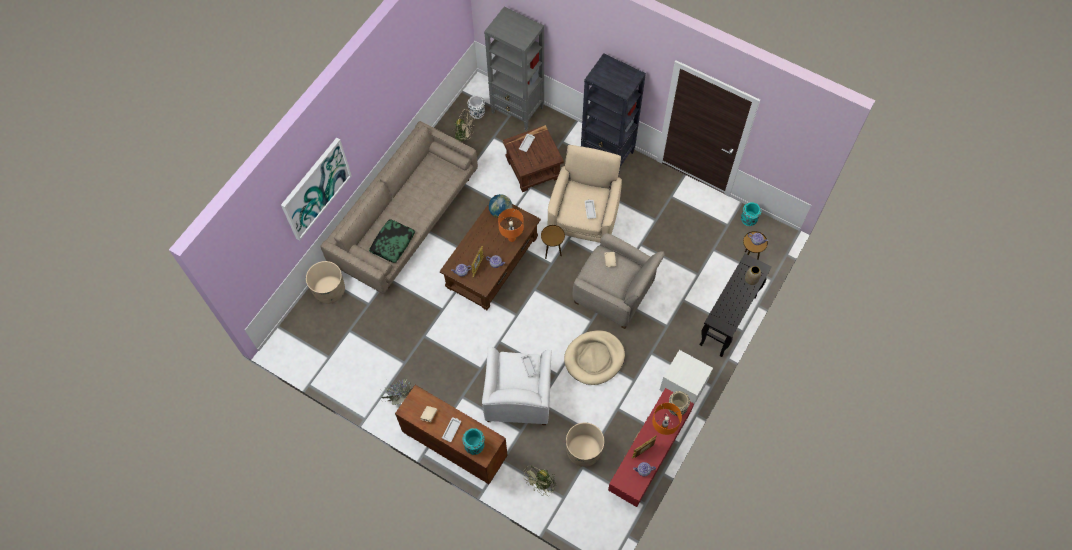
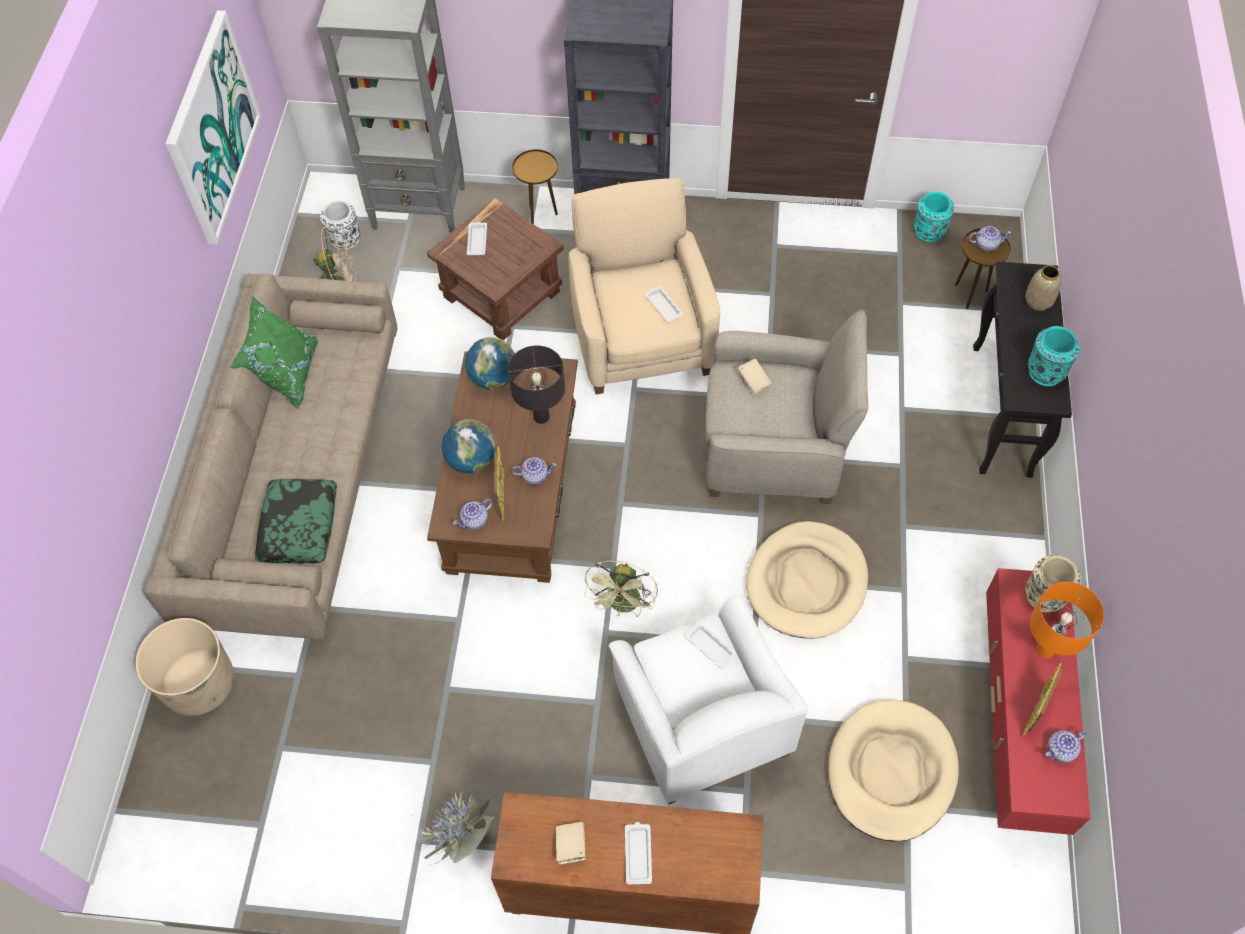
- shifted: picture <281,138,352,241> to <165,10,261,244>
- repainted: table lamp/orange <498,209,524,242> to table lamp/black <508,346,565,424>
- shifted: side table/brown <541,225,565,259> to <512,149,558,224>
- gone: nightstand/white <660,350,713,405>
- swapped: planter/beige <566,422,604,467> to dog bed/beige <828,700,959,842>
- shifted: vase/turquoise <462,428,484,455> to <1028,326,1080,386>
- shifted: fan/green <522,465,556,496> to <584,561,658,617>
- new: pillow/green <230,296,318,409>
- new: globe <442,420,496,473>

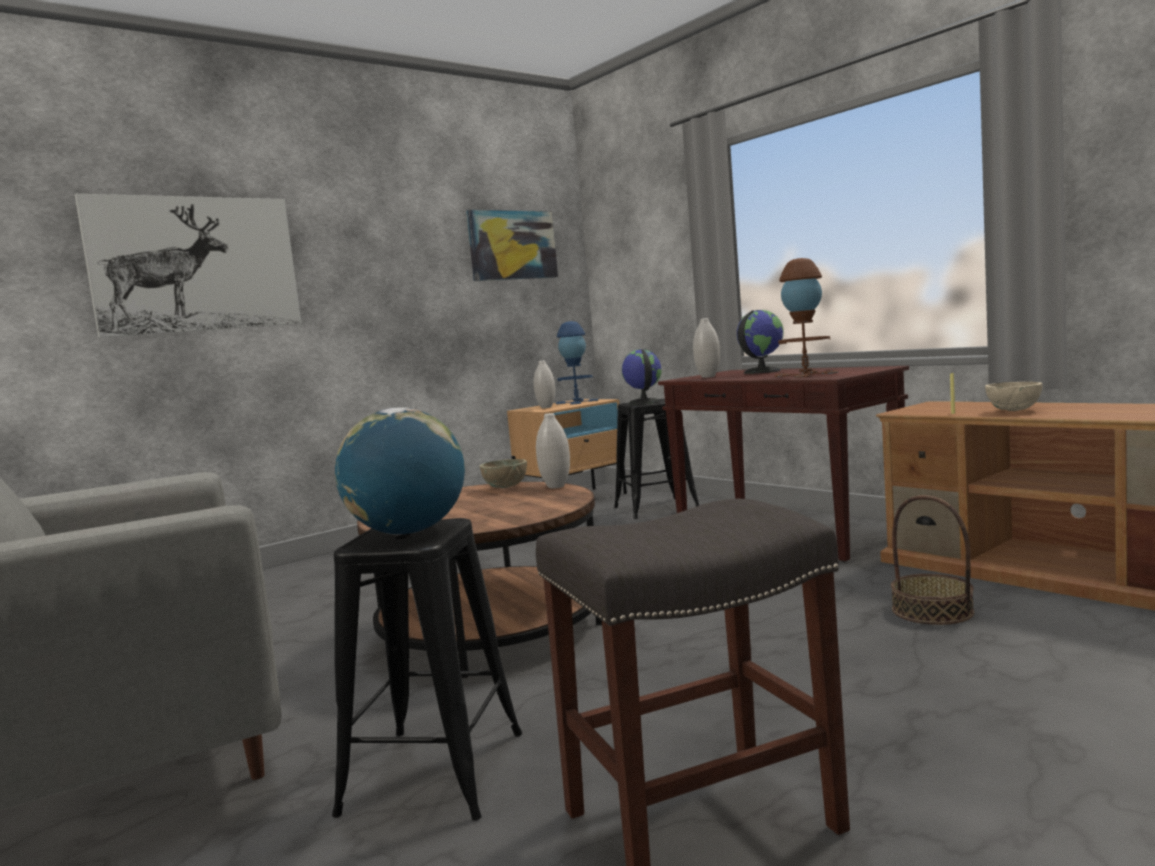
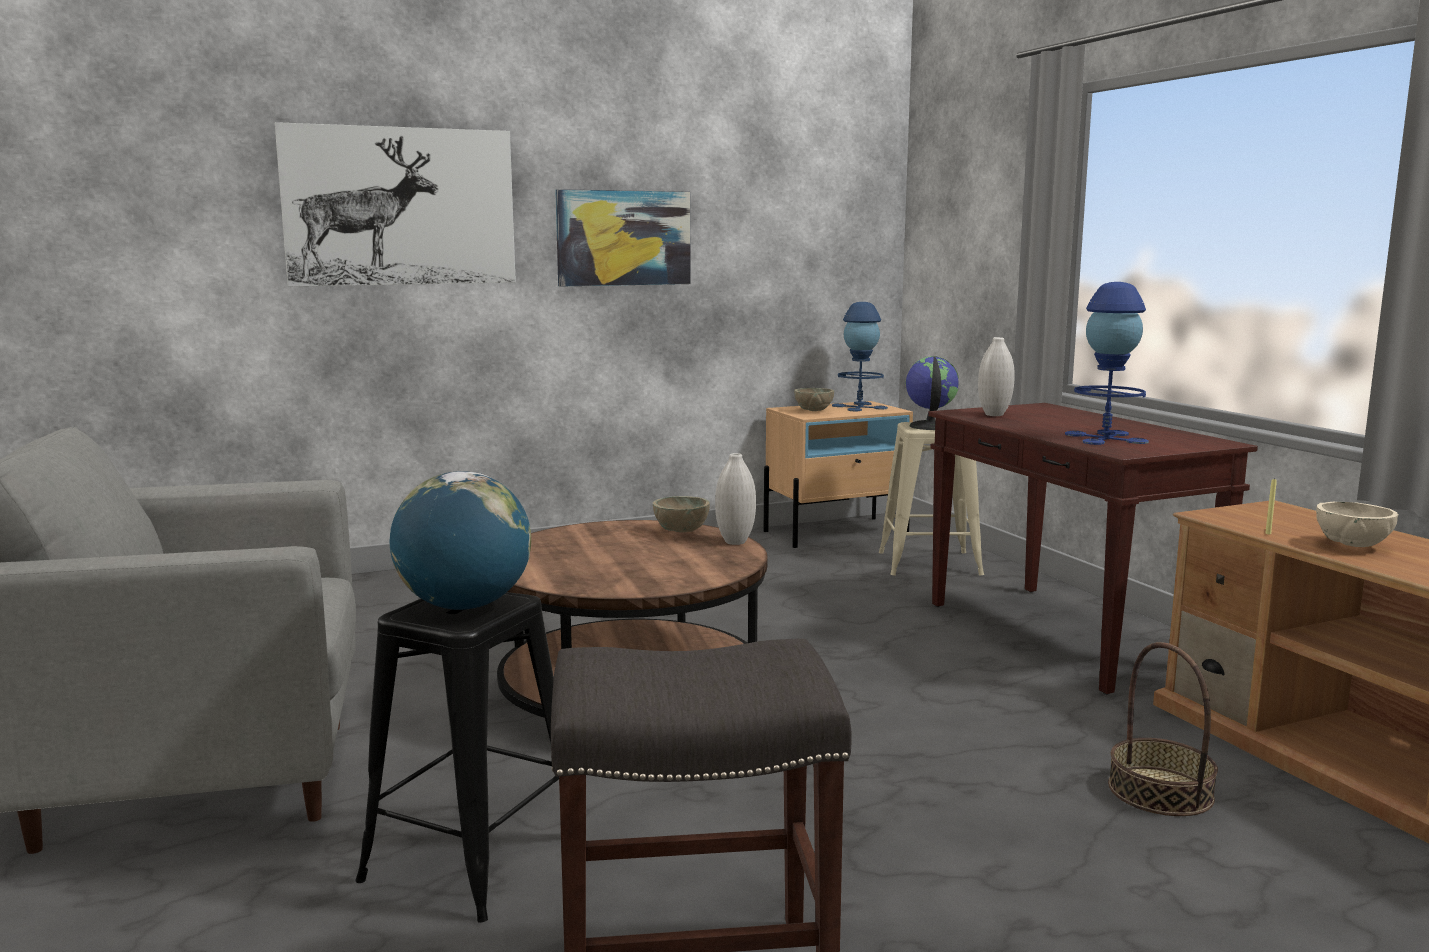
- shifted: picture <466,210,558,281> to <555,189,691,287>
- repainted: table lamp/brown <774,258,838,378> to table lamp/blue <1065,282,1149,445>
- gone: globe <737,310,784,374>
- swapped: vase/white <533,361,555,408> to bowl/beige <794,388,834,411>
- repainted: stool/black <614,399,699,519> to stool/beige <879,422,984,576>

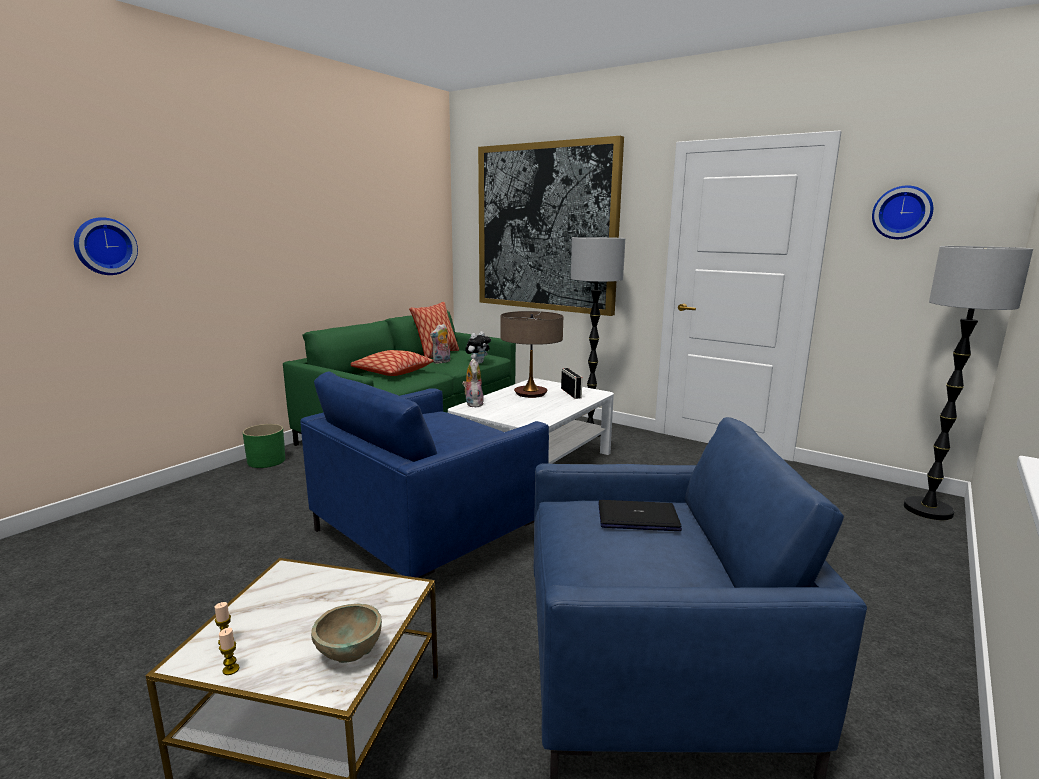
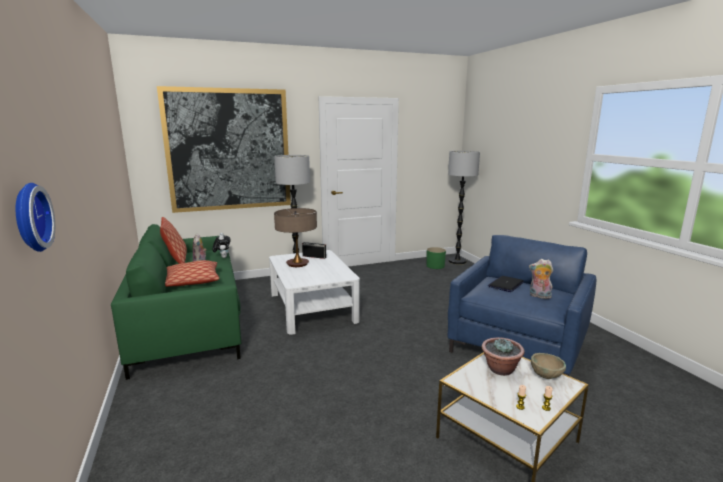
- gone: wall clock <872,185,933,239>
- shifted: plush toy <462,358,484,407> to <529,259,553,299>
- gone: armchair/blue <300,371,549,578>
- shifted: planter/green <243,424,285,468> to <426,247,446,269>
- new: potted plant <482,338,525,376>

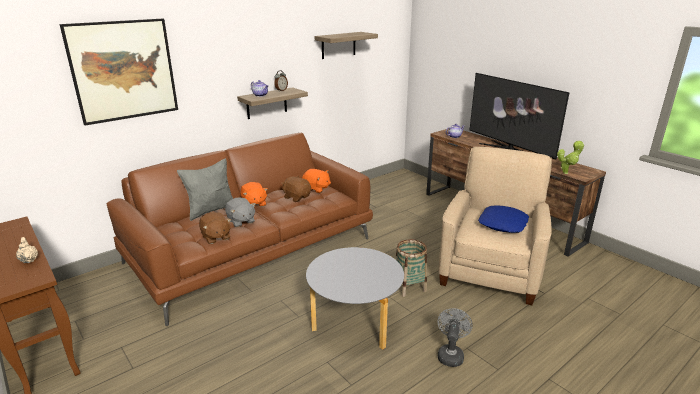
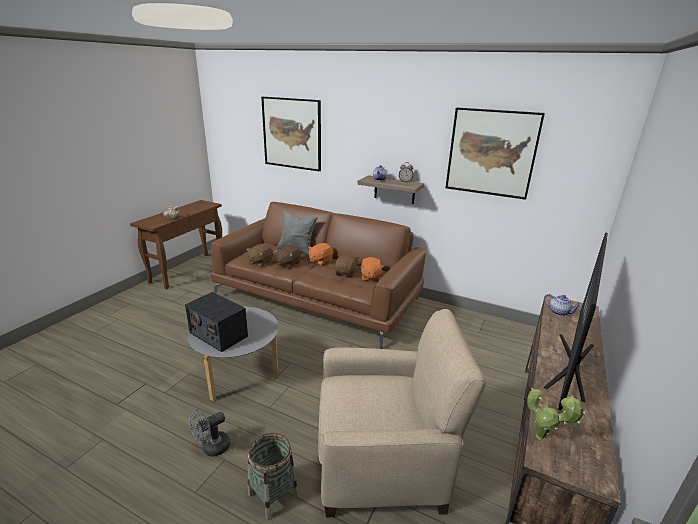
- swapped: shelf <315,32,378,59> to picture <445,108,545,200>
- repainted: plush toy/grey <225,198,256,227> to plush toy/brown <275,245,301,269>
- gone: pillow/blue <478,205,529,233>
- shifted: basket <395,239,427,297> to <248,433,298,520>
- rotated: fan/grey <438,308,473,367> = <189,409,230,456> 150 degrees clockwise
- new: radio <185,292,248,352>

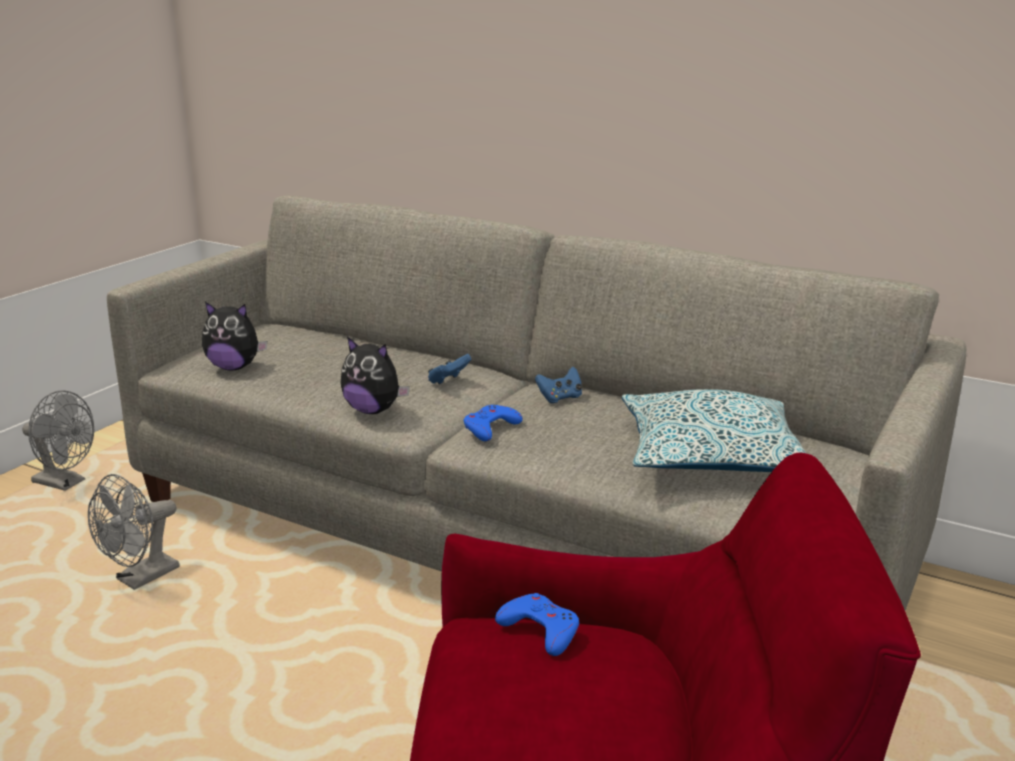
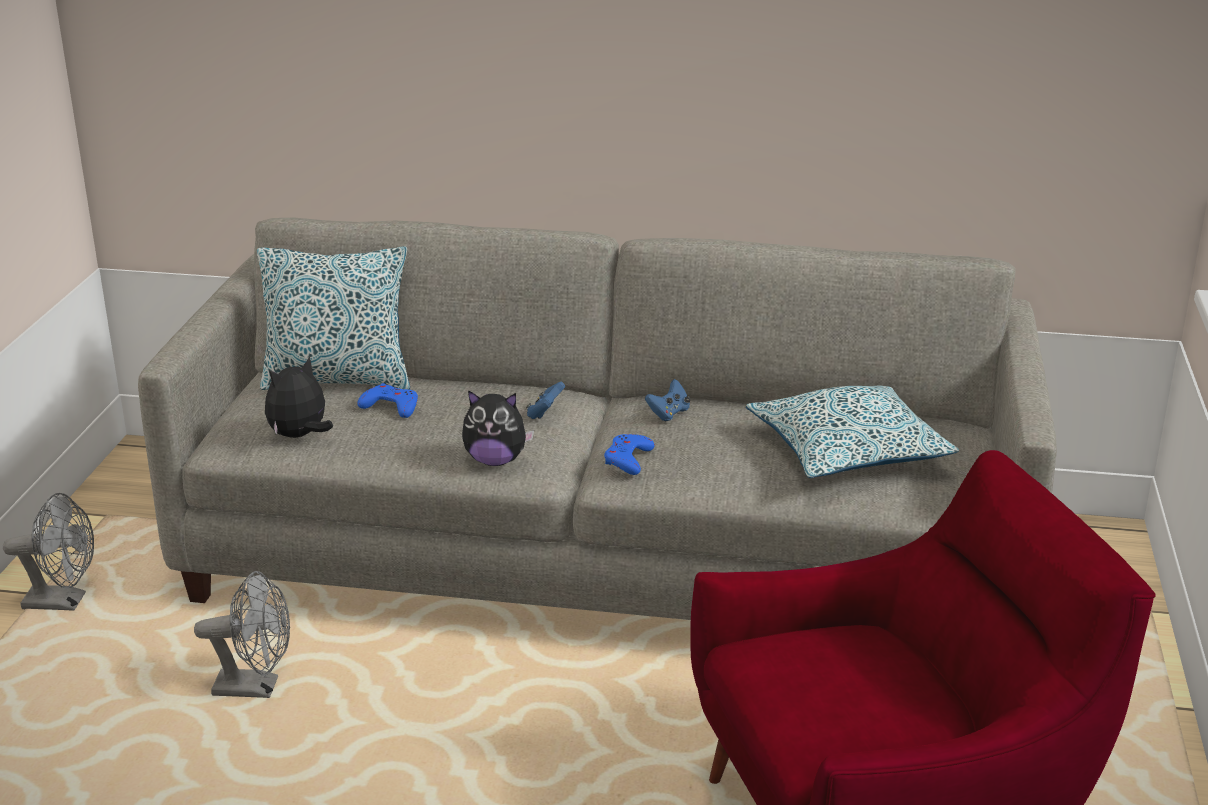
- rotated: plush toy <202,302,267,370> = <265,356,333,438> 150 degrees clockwise
- rotated: fan/grey <88,474,180,590> = <194,571,290,698> 105 degrees counterclockwise
- shifted: game controller/blue <495,593,579,656> to <357,383,418,418>
- new: pillow <257,246,410,390>

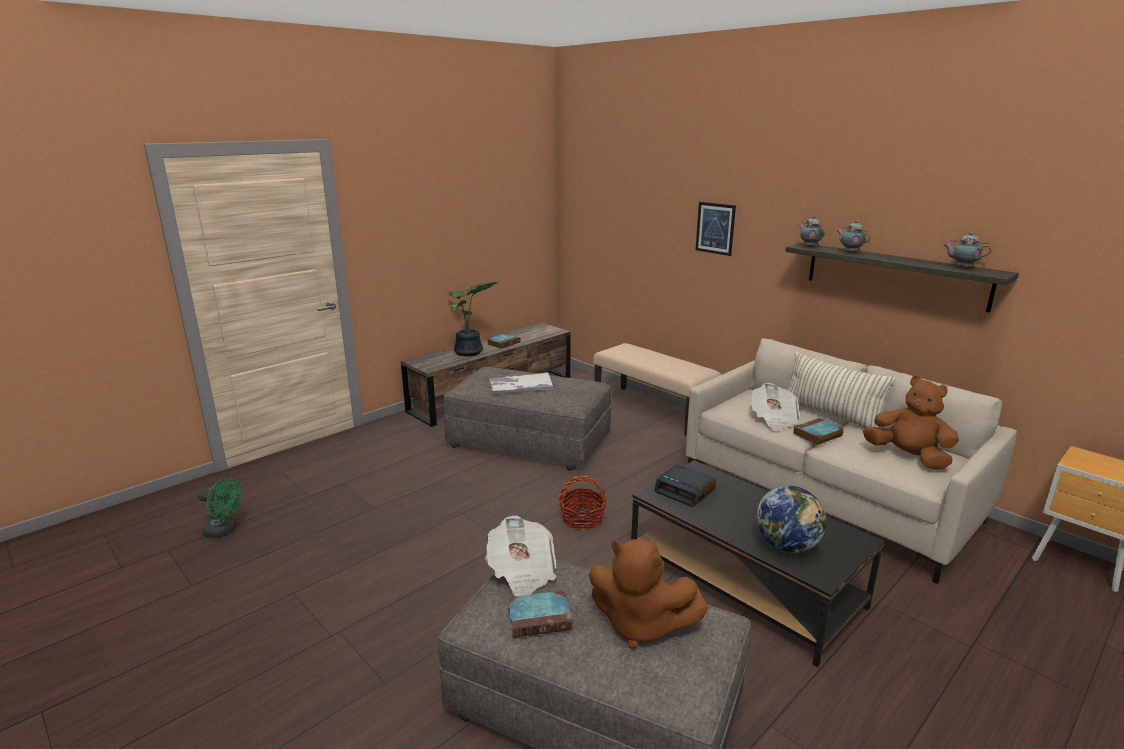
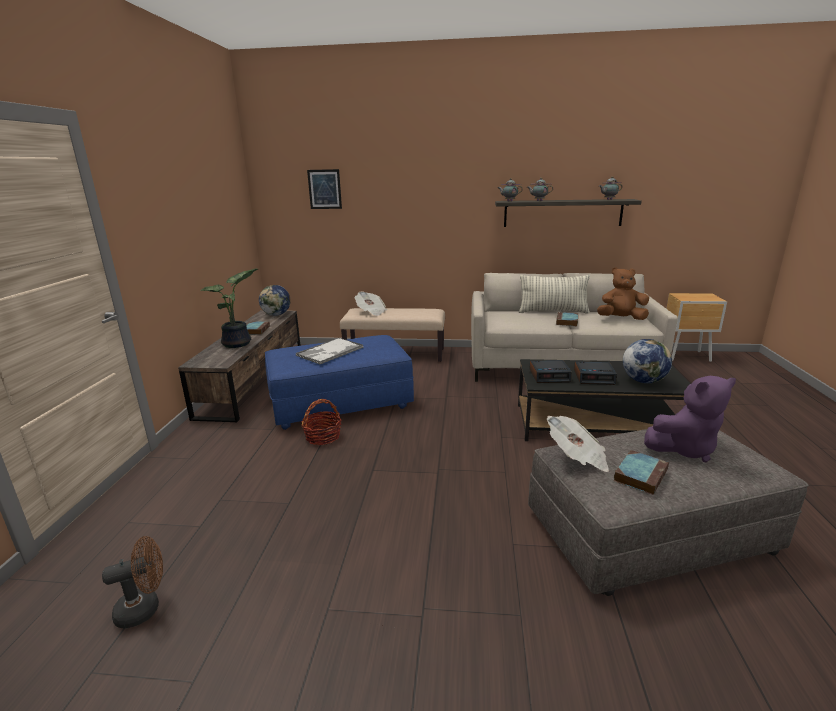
- shifted: picture <696,202,736,256> to <307,169,342,209>
- repainted: ottoman/grey <443,367,611,471> to ottoman/blue <265,335,414,430>
- shifted: newspaper <750,383,800,431> to <354,291,387,316>
- shifted: basket <558,476,607,530> to <301,399,342,445>
- repainted: fan/green <198,478,242,538> to fan/brown <102,536,163,629>
- repainted: plush toy/brown <589,539,708,649> to plush toy/purple <644,376,736,462>
- new: globe <259,285,291,316>
- new: alarm clock <574,361,617,385>

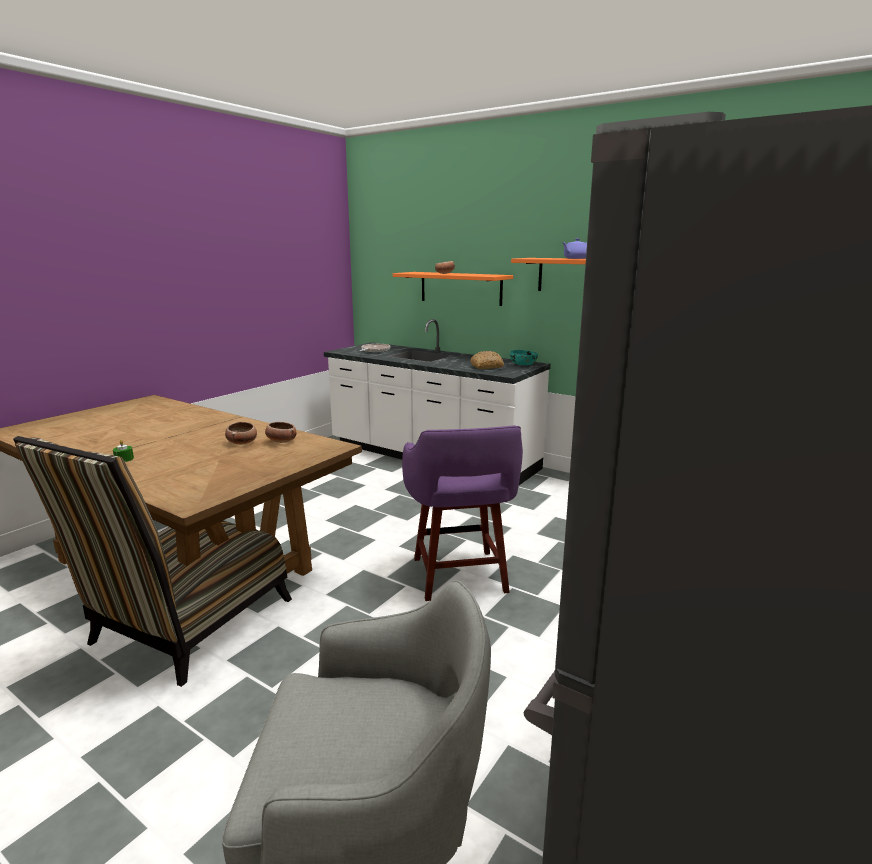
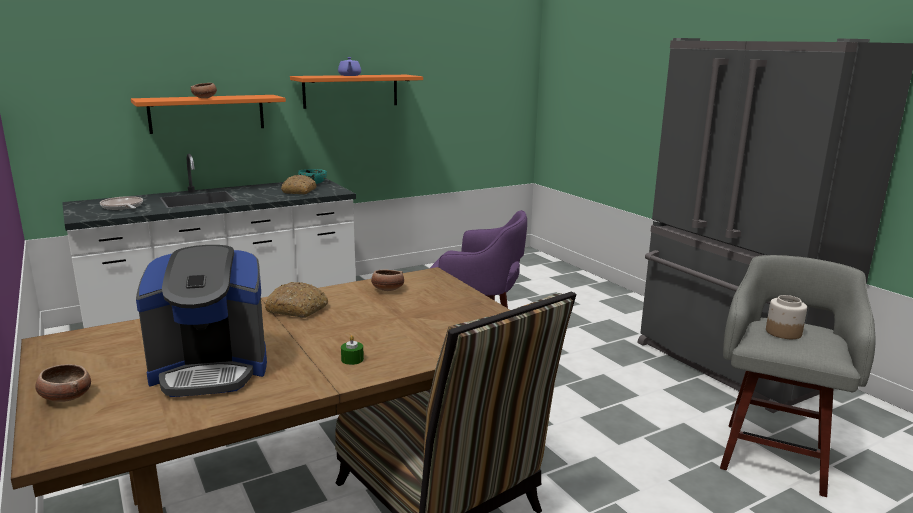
- shifted: bowl <225,422,257,445> to <35,364,91,402>
- new: coffee machine <136,245,267,397>
- new: bread <265,282,328,318>
- new: jar <766,295,807,339>

